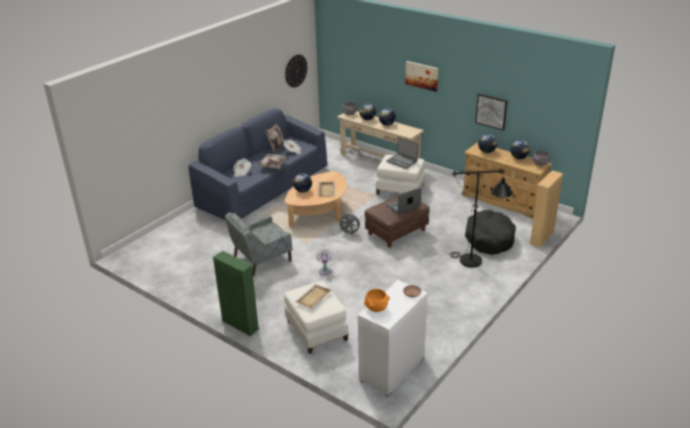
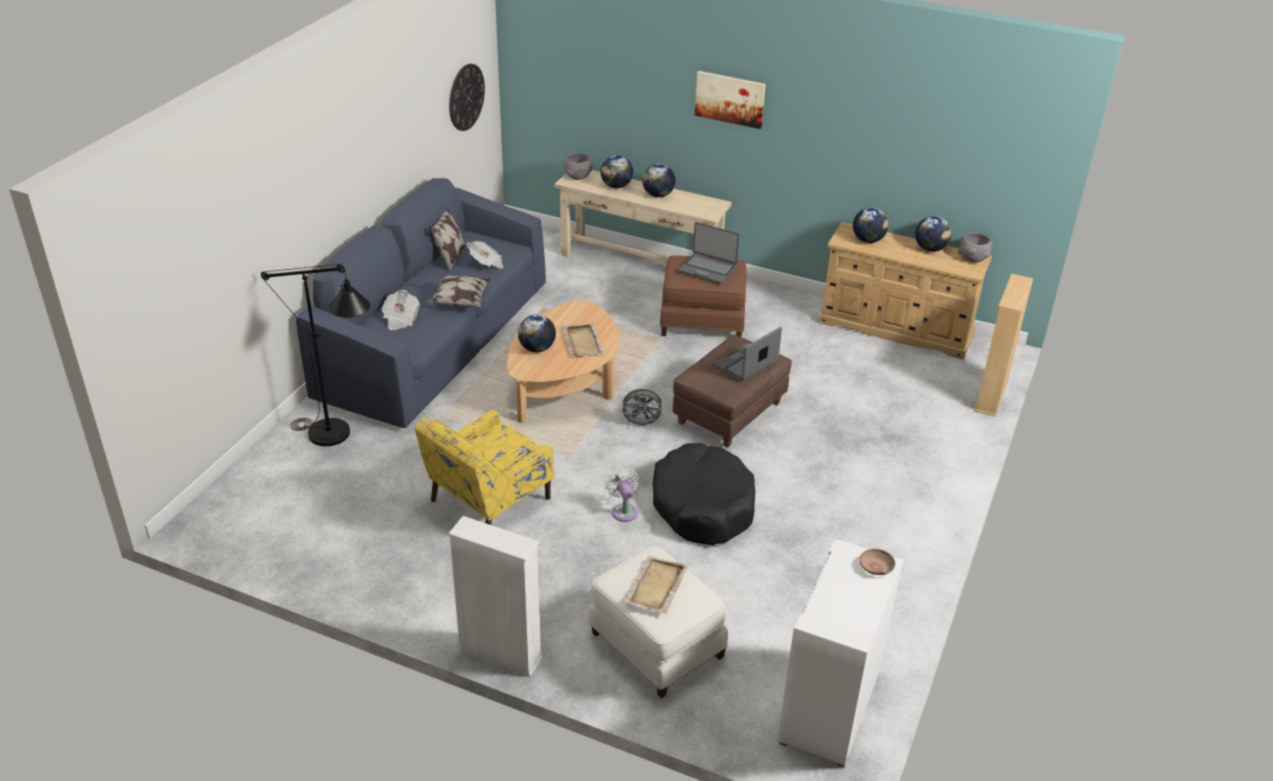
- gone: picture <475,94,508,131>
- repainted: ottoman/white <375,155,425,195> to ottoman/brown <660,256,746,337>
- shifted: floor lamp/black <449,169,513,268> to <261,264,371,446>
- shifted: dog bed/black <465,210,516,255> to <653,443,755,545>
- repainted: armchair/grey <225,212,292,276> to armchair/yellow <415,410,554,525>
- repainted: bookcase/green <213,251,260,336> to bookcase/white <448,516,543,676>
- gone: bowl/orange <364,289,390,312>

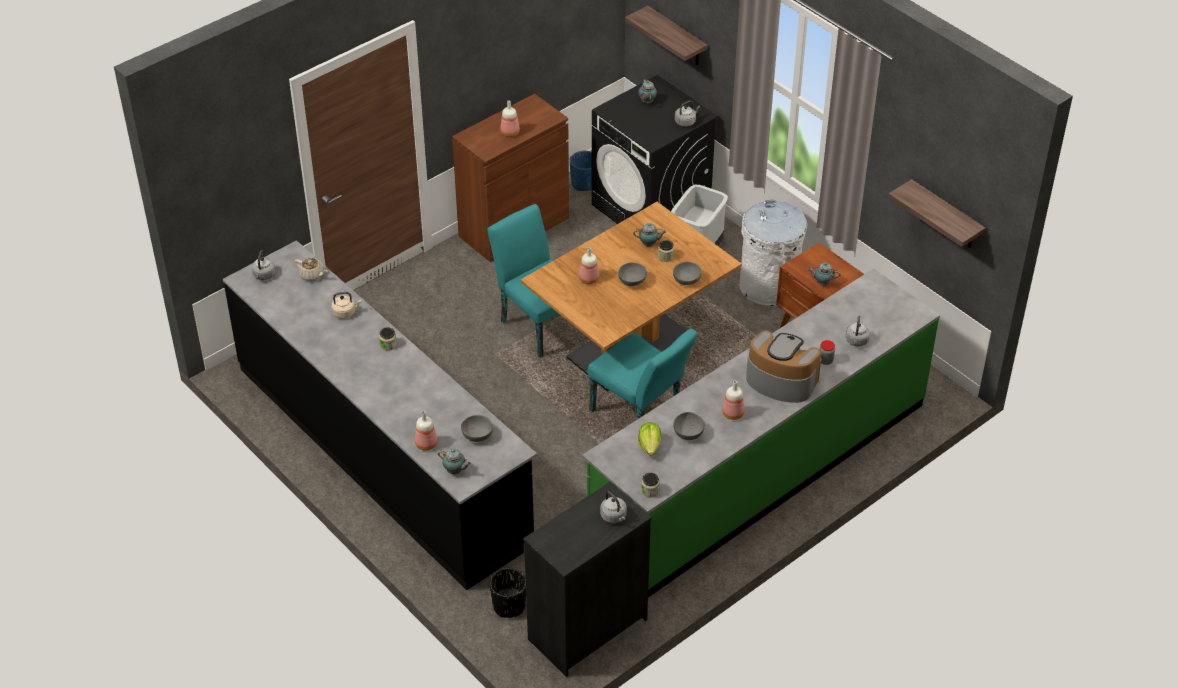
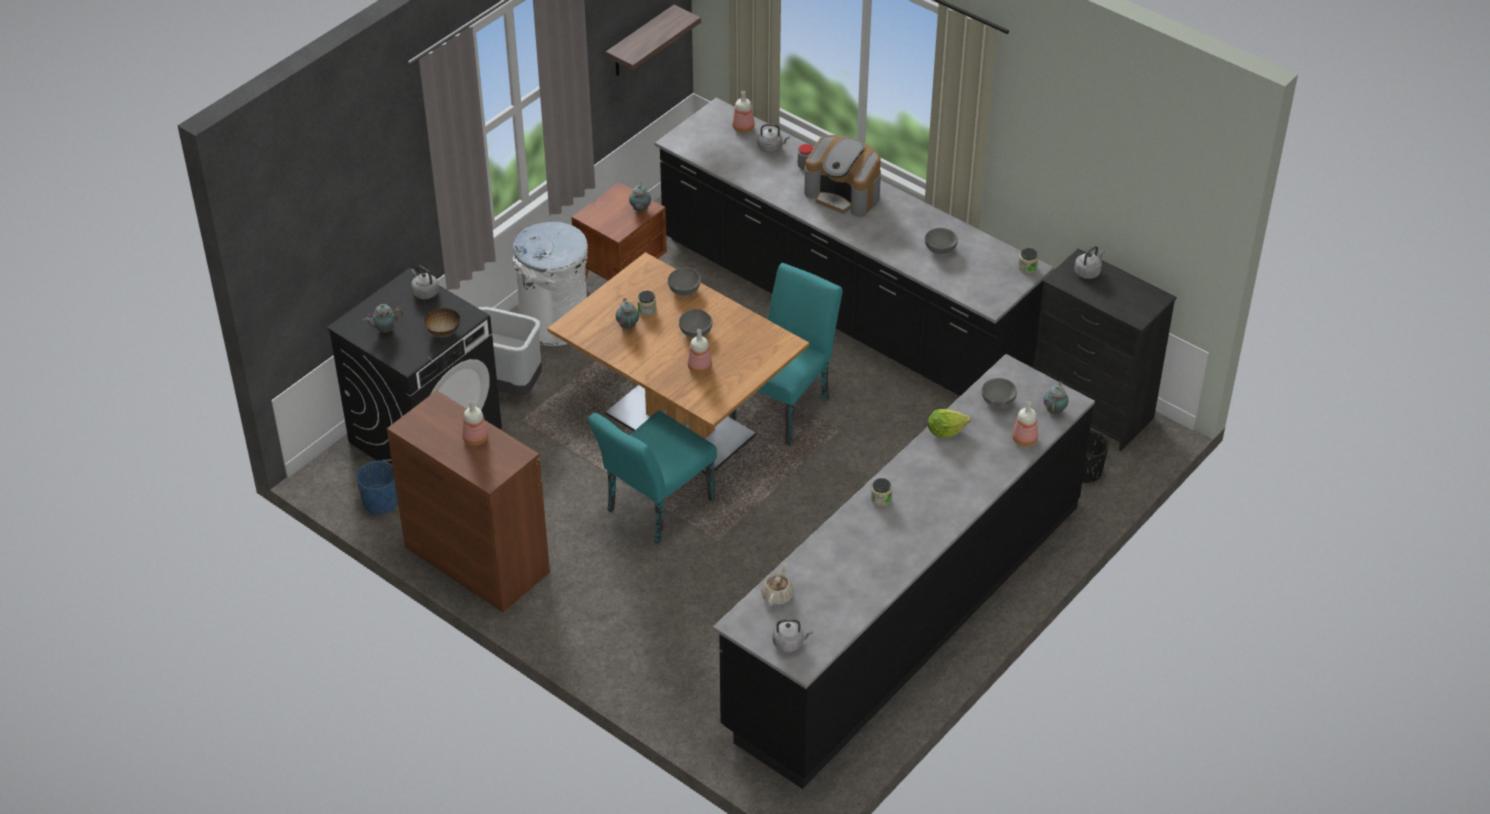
- gone: shelf <625,6,708,66>
- repainted: counter/green <582,269,940,597> to counter/black <655,98,1054,396>
- gone: kettle/beige <331,292,362,319>
- rotated: coffee machine <746,331,821,403> = <804,135,881,217> 75 degrees counterclockwise
- shifted: bottle <722,381,745,420> to <732,91,755,133>
- shifted: lettuce <638,422,661,456> to <928,409,971,438>
- new: bowl <424,308,460,337>

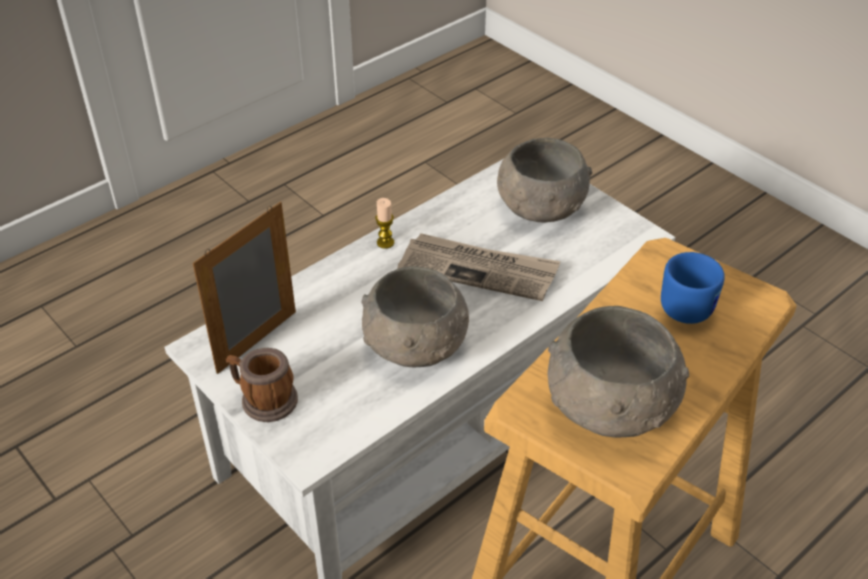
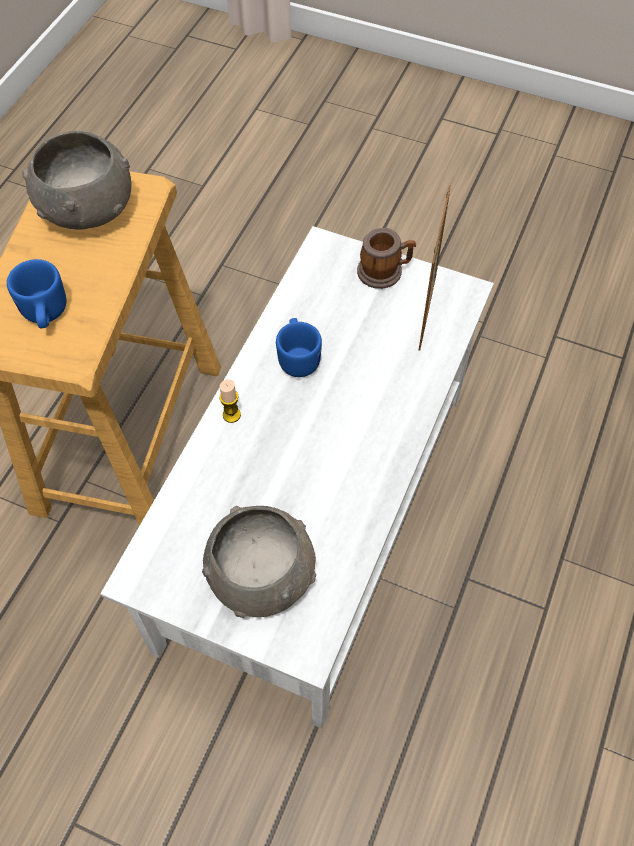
- shifted: candle <375,198,394,249> to <219,379,241,423>
- gone: newspaper <398,233,560,301>
- swapped: bowl/grey <361,266,469,367> to mug/blue <276,318,322,377>

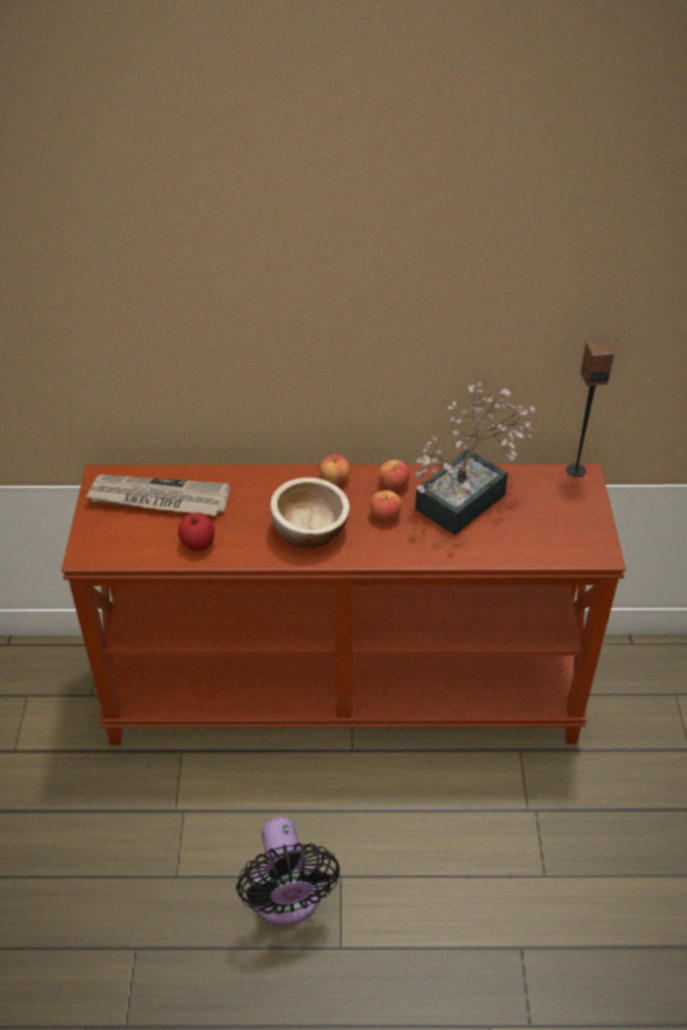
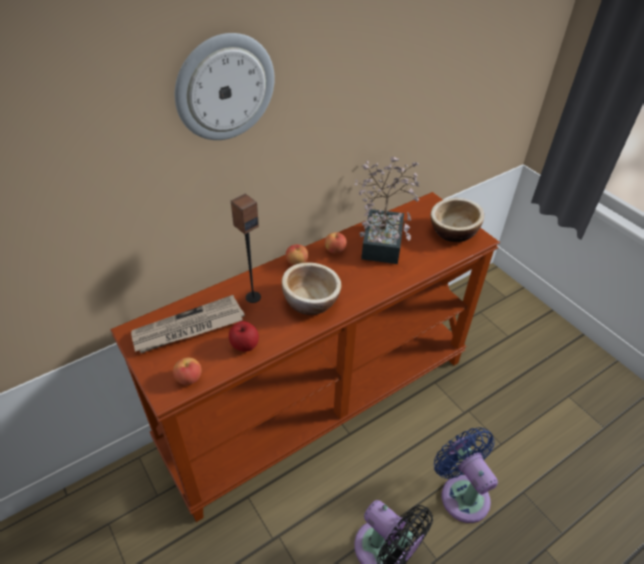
- shifted: speaker <566,340,614,477> to <231,194,261,303>
- shifted: apple <370,490,402,521> to <173,358,201,385>
- new: wall clock <175,33,275,140>
- new: bowl <430,198,484,242>
- new: fan/blue <434,427,498,523>

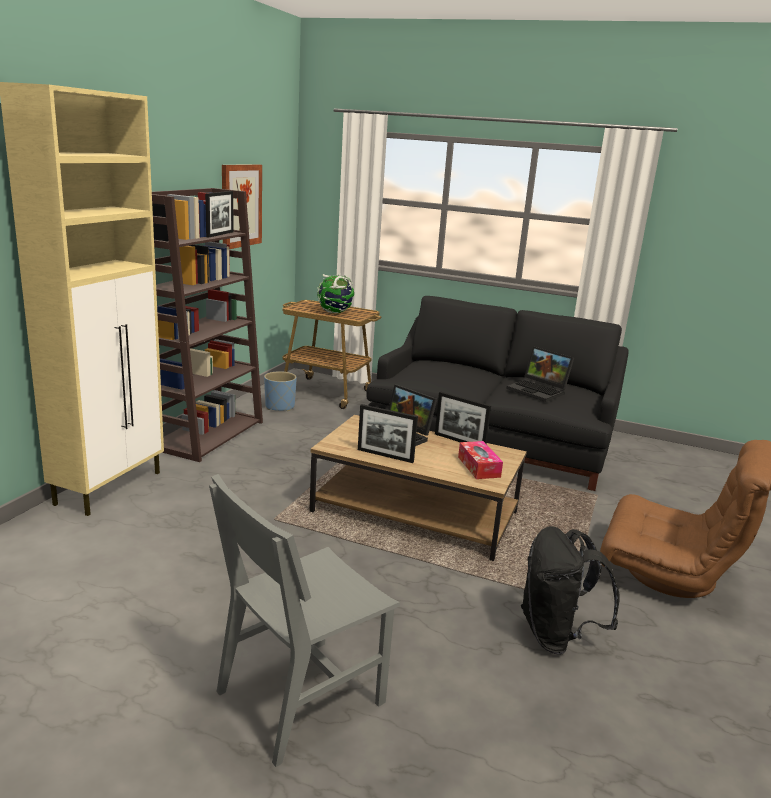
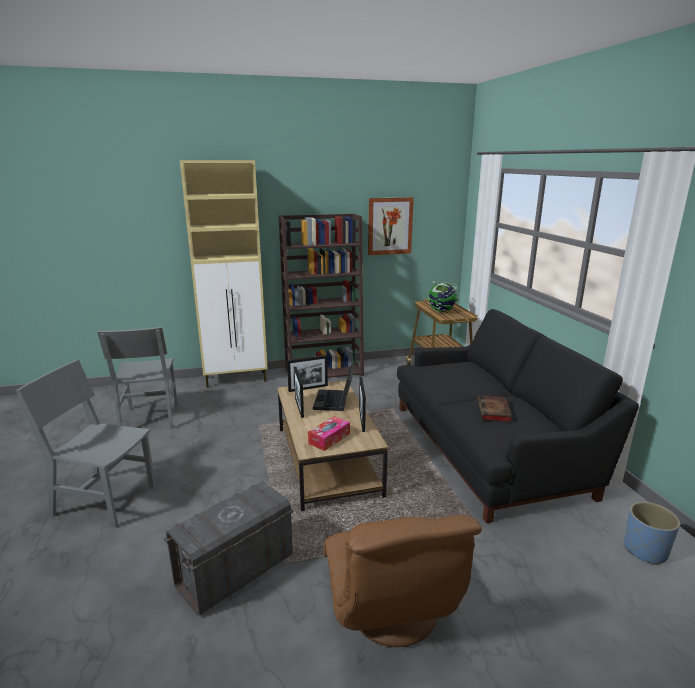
- shifted: picture frame <205,191,233,237> to <287,355,328,392>
- swapped: laptop <506,346,574,402> to book <477,395,513,422>
- shifted: planter/blue <264,371,297,412> to <624,502,680,565>
- swapped: backpack/black <521,526,620,655> to storage box/grey <164,481,294,616>
- new: chair/grey <97,327,178,429>

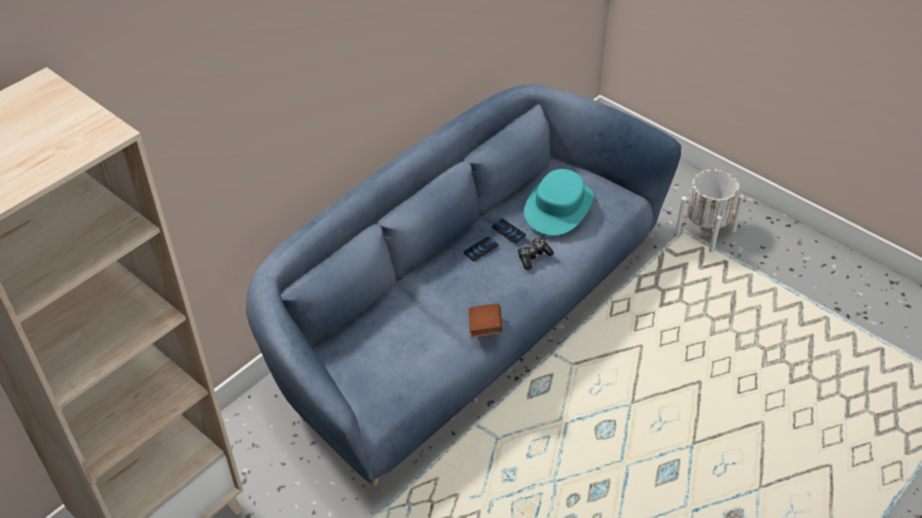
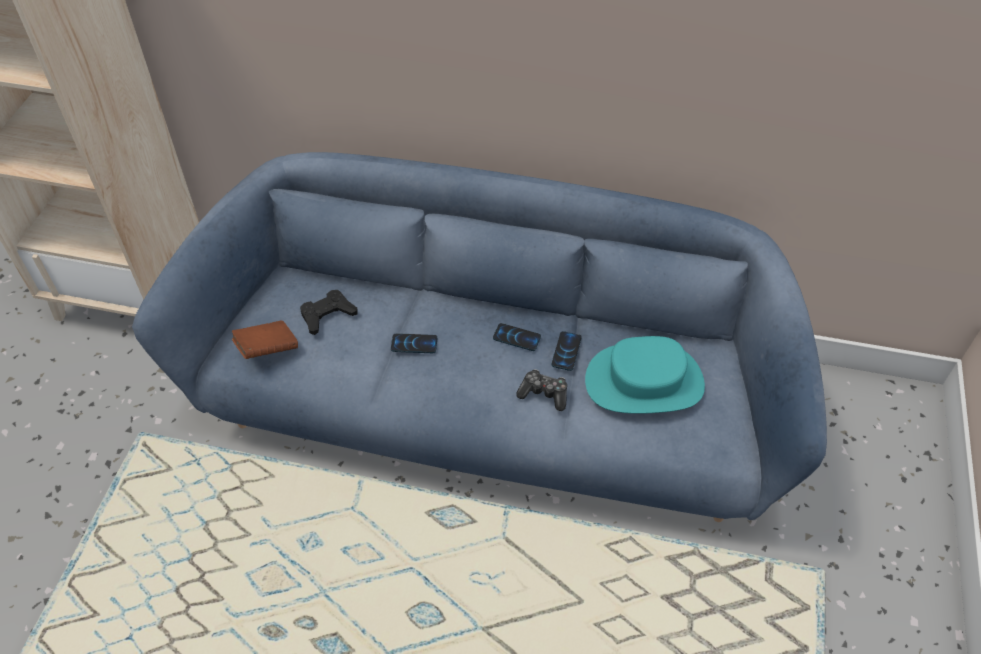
- gone: planter/white <675,169,744,253>
- shifted: book/brown <469,303,502,338> to <232,321,298,359>
- new: game controller/black <300,290,358,335>
- new: phone <391,333,437,353>

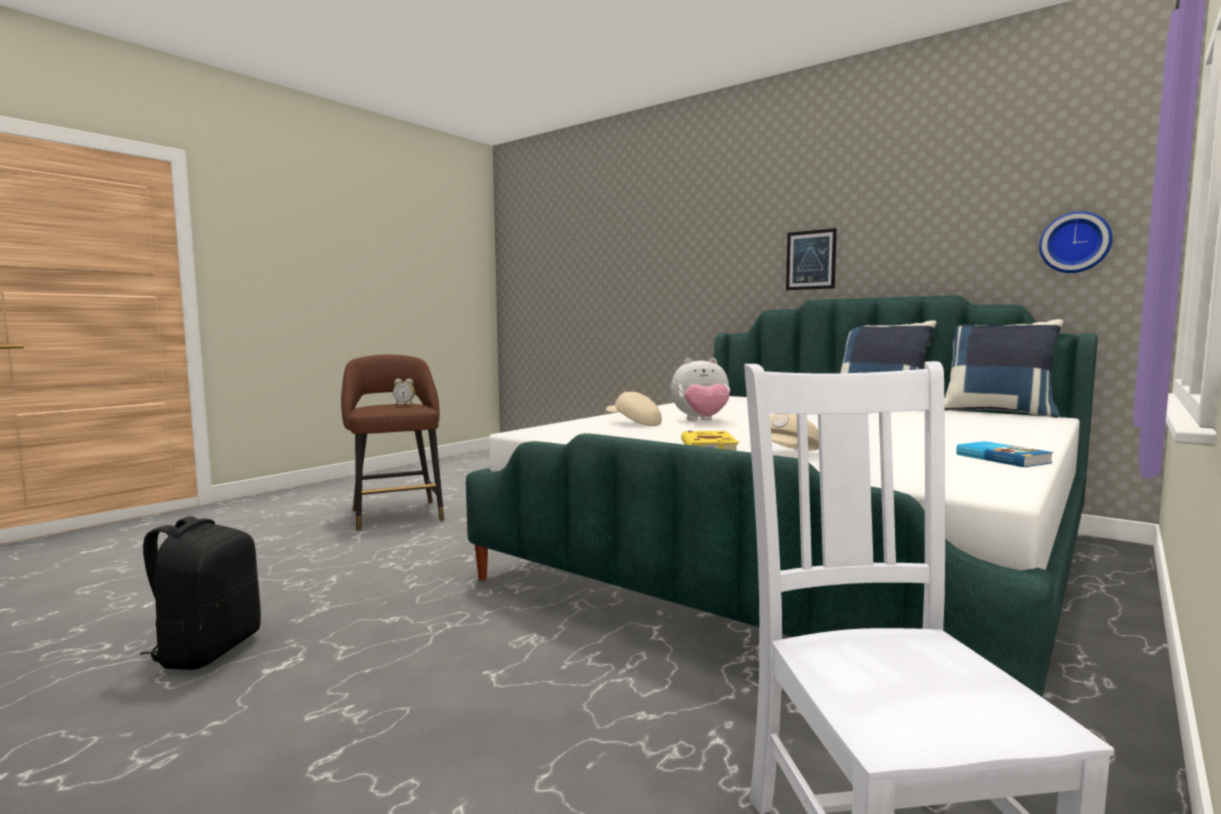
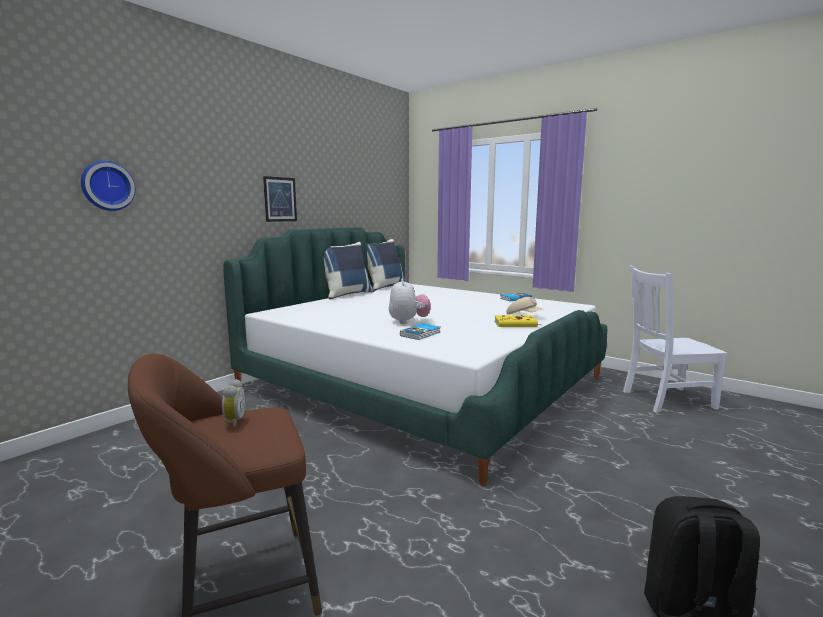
- shifted: wall clock <1039,211,1113,273> to <81,161,135,211>
- swapped: cap/beige <606,391,662,426> to book <400,323,440,340>

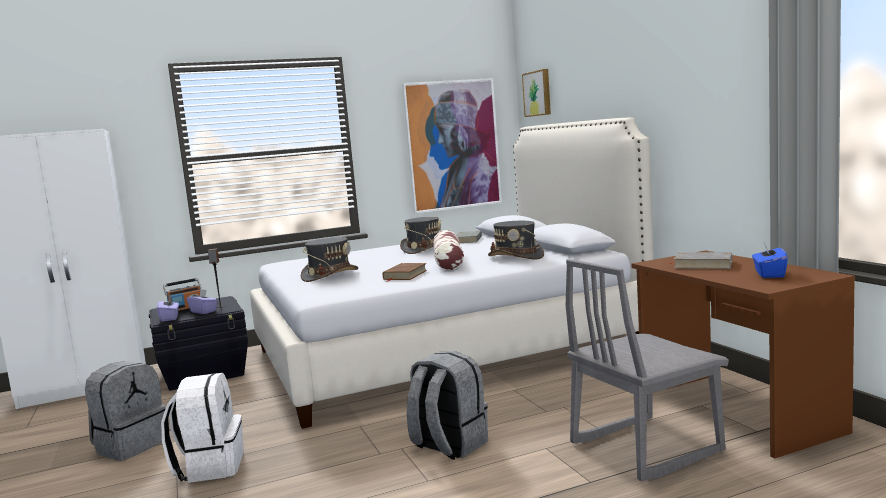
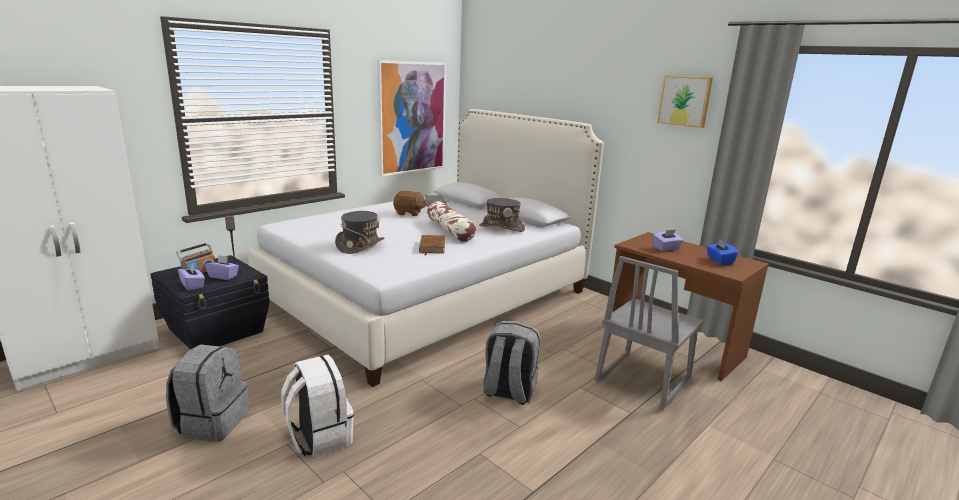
- shifted: picture <522,69,551,117> to <657,75,713,128>
- swapped: hat/grey <400,217,441,254> to plush toy/brown <393,191,427,216>
- swapped: book/grey <667,252,732,269> to tissue box/purple <652,230,683,251>

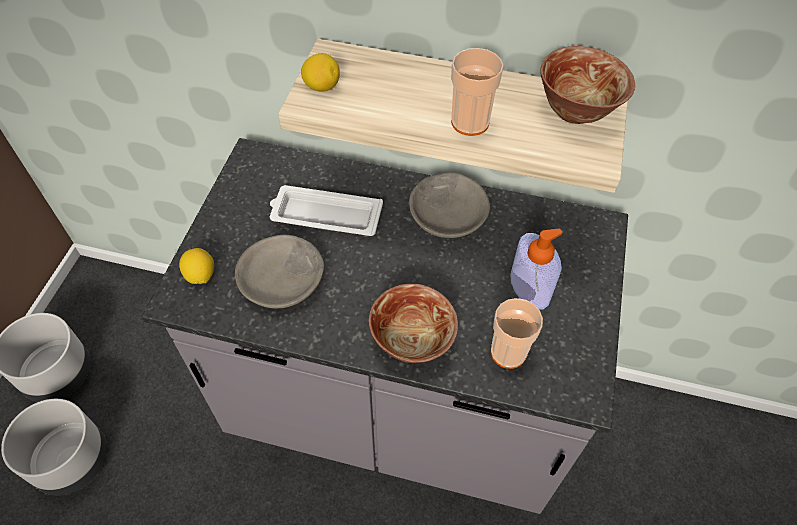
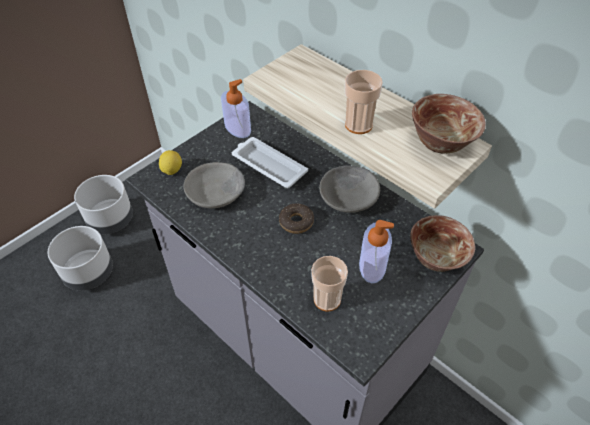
- gone: lemon <301,53,340,91>
- shifted: bowl <368,284,458,363> to <410,215,475,272>
- new: soap dispenser <221,79,251,138>
- new: donut <279,204,314,234>

